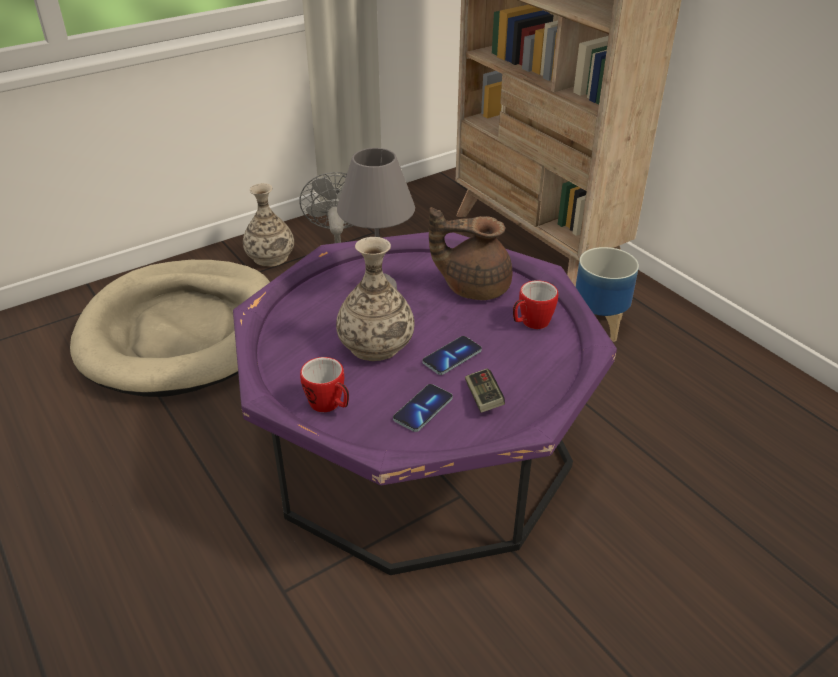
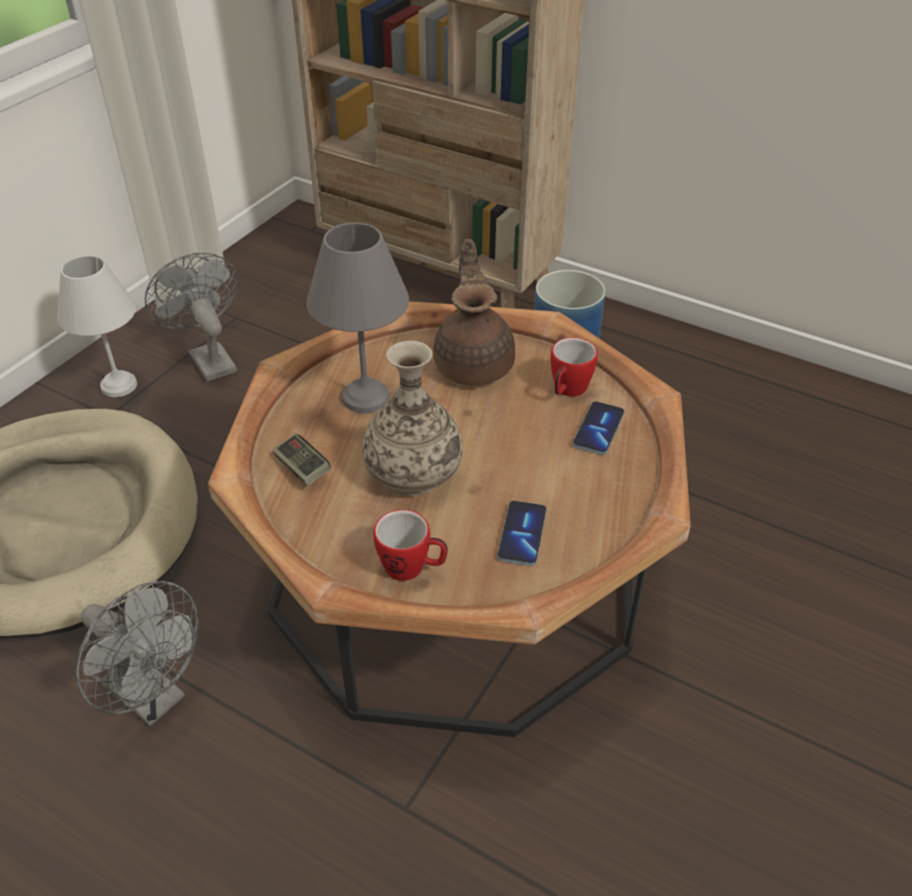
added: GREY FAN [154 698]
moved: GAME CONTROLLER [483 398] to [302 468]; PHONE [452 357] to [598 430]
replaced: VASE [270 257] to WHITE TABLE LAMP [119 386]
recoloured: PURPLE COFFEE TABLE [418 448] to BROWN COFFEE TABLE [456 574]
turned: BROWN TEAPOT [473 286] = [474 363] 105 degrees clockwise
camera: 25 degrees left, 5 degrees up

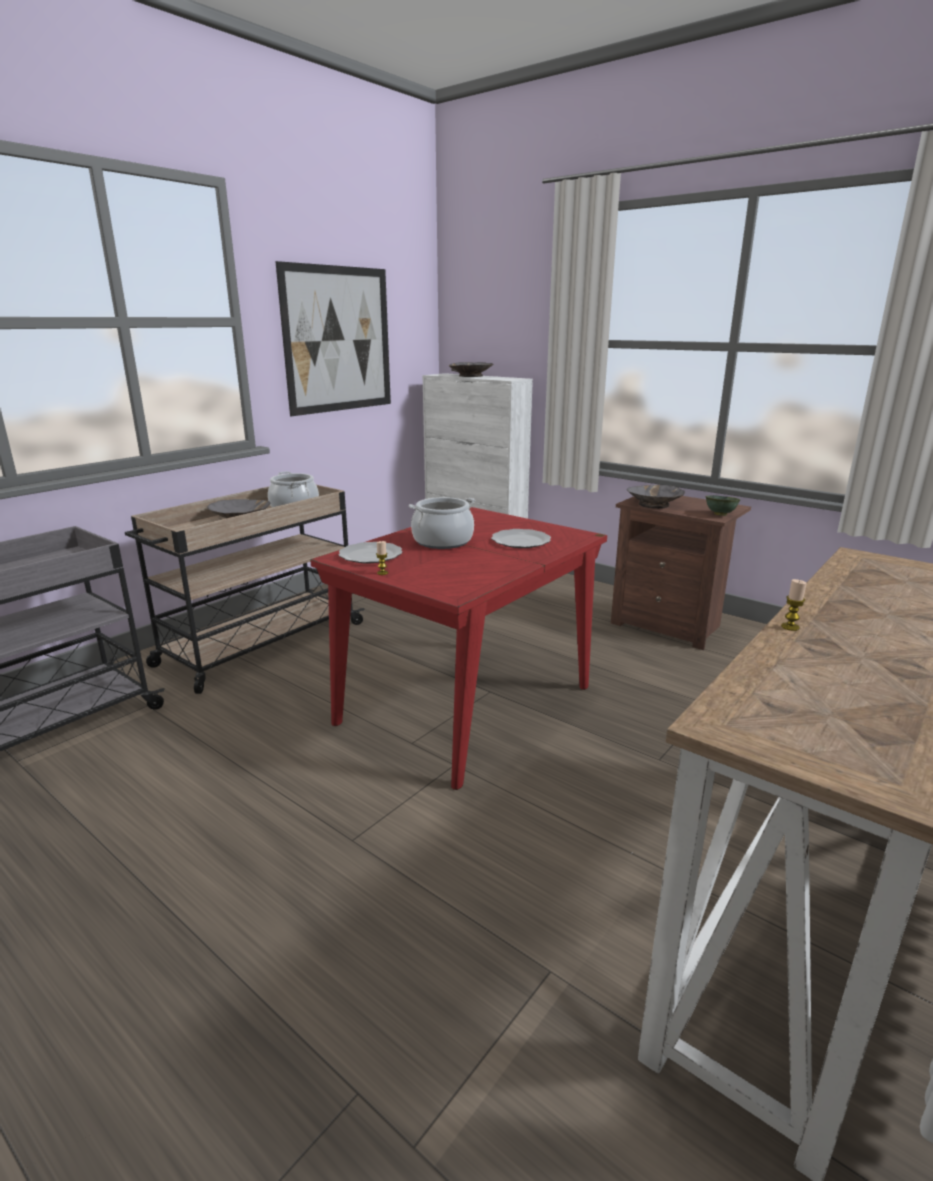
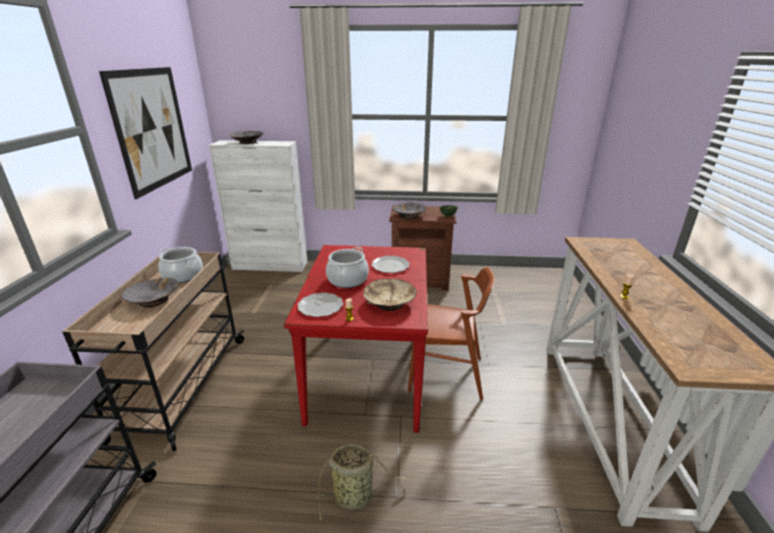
added: BASKET [356 496]; BEIGE BOWL [389 303]; BROWN CHAIR [446 374]
camera: 35 degrees left, 5 degrees up

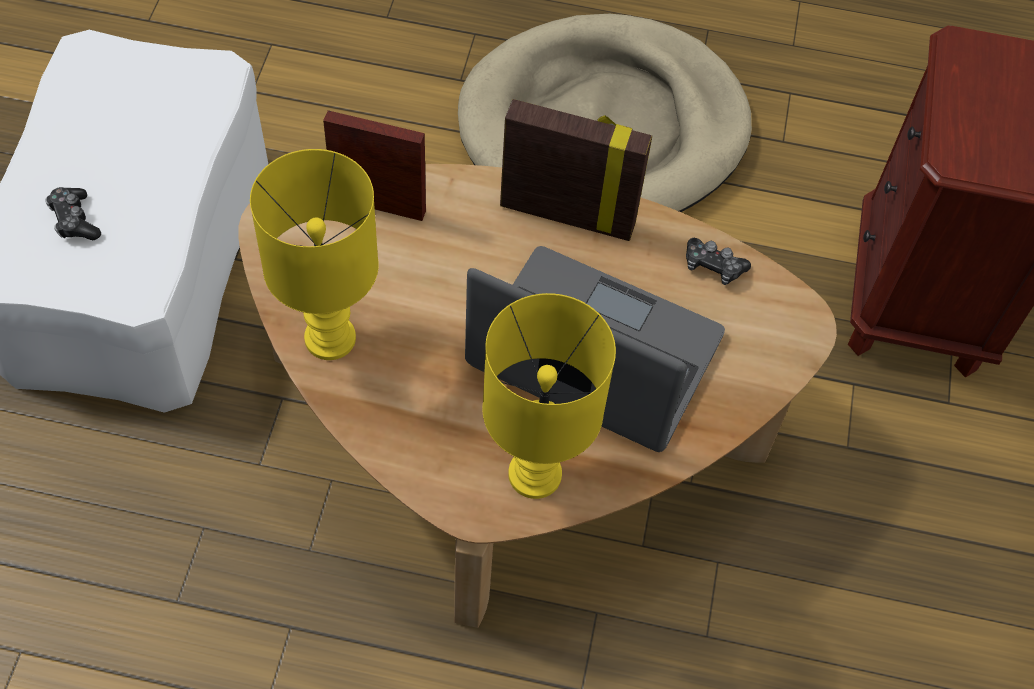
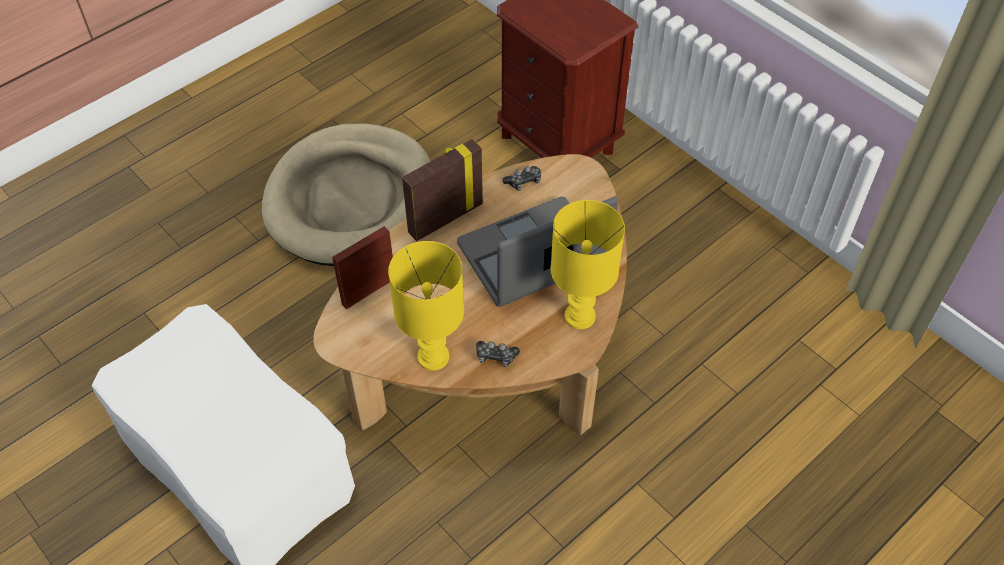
moved: GAME CONTROLLER [74 220] to [496 357]
camera: 50 degrees left, 5 degrees down

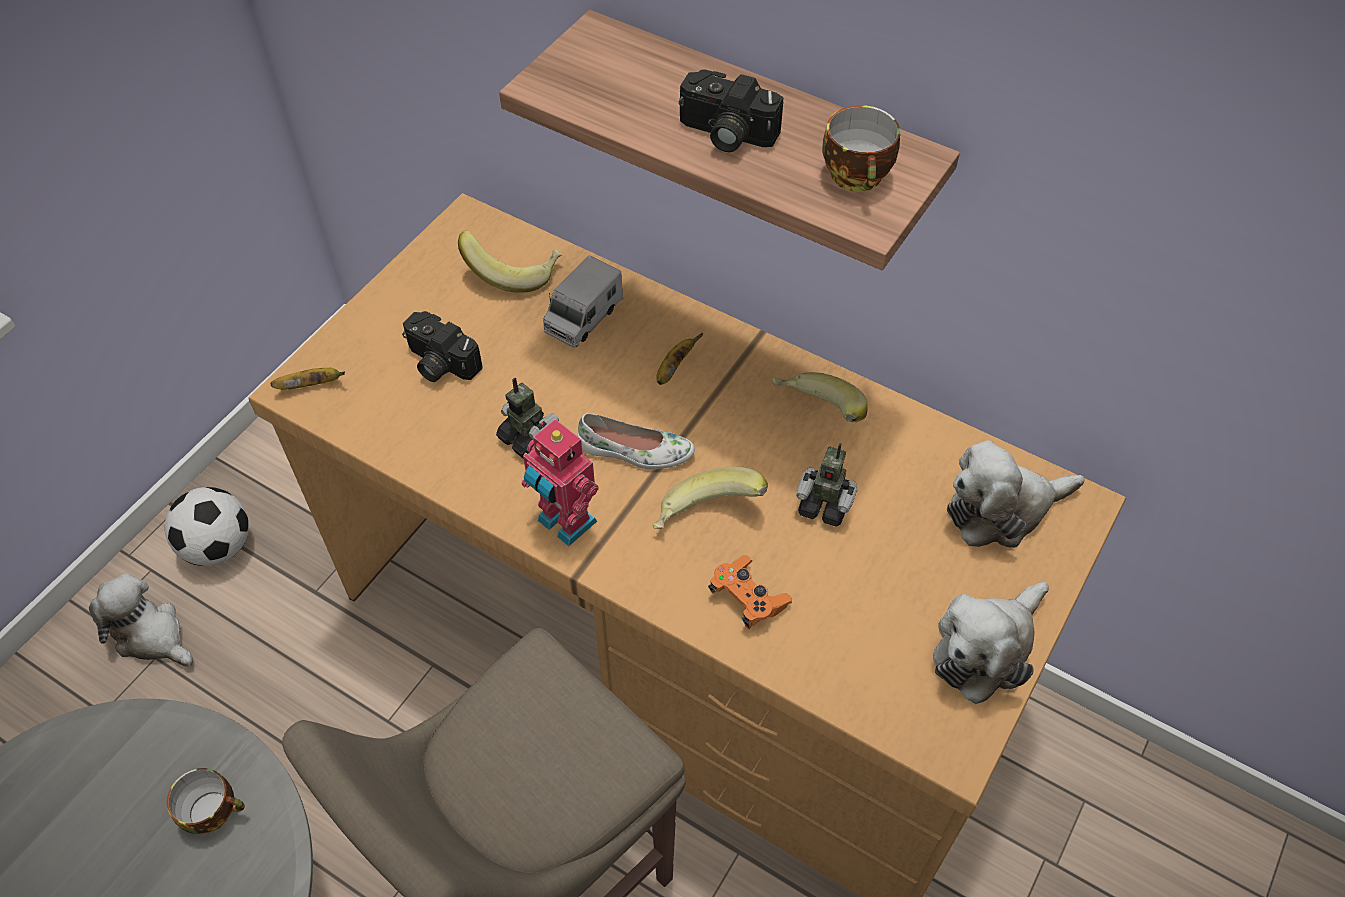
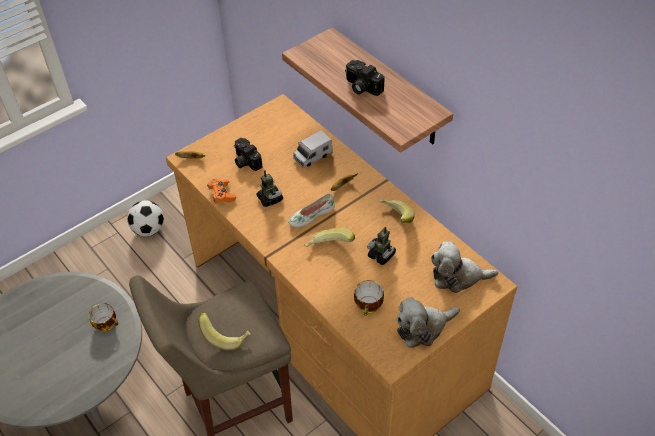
removed: PLUSH TOY [151 635]; TOY ROBOT [564 523]
moved: BANANA [514 272] to [226 336]; ORANGE GAME CONTROLLER [747 598] to [222 194]; CUP [859 177] to [369 306]
turned: WHITE SHOE [635 451] = [311 215] 120 degrees clockwise
camera: 20 degrees right, 5 degrees down

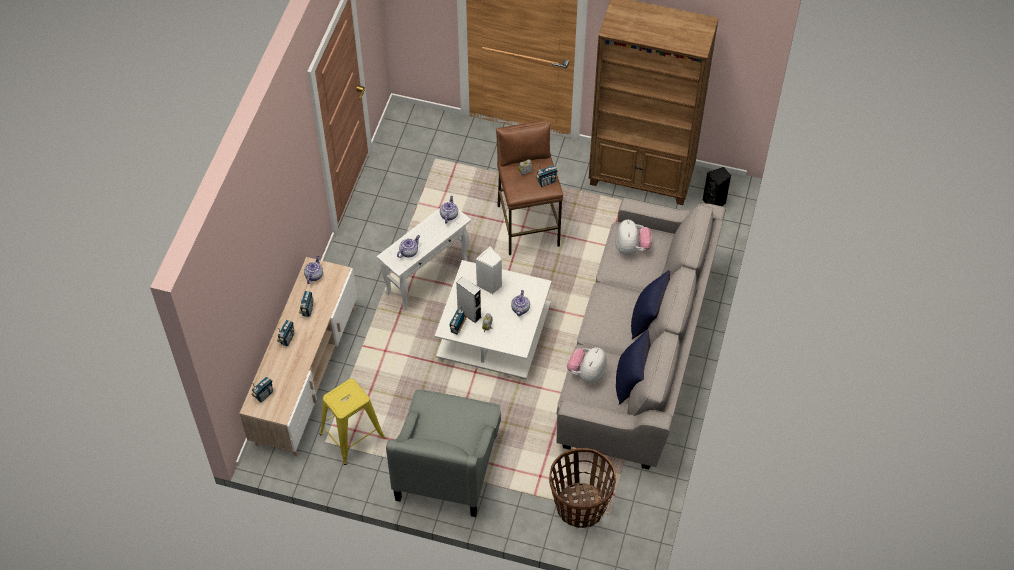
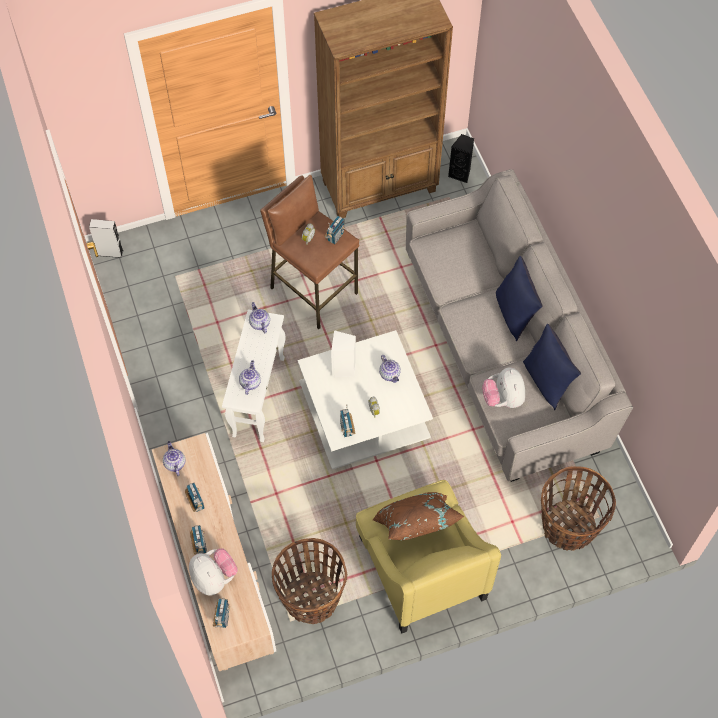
added: BROWN PILLOW [416 527]
moved: GREY SPEAKER [469 313] to [110 252]; PLUSH TOY [631 248] to [214 578]
replaced: YELLOW STOOL [352 436] to BASKET [311 597]
recoloured: GREY ARMCHAIR [447 465] to YELLOW ARMCHAIR [421 567]
camera: 35 degrees left, 5 degrees up

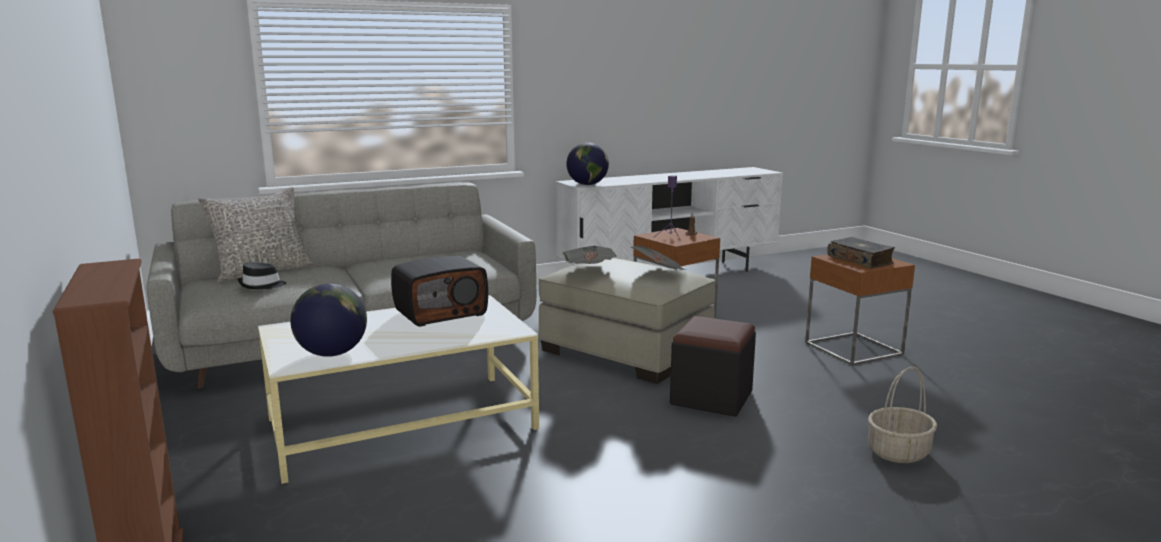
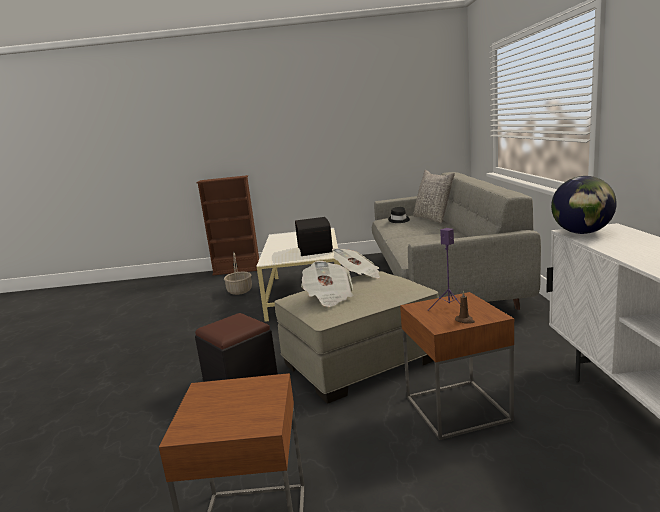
removed: GLOBE [332 353]; BOOK [860 260]
moved: BASKET [898 452] to [239 291]
camera: 115 degrees right, 0 degrees up

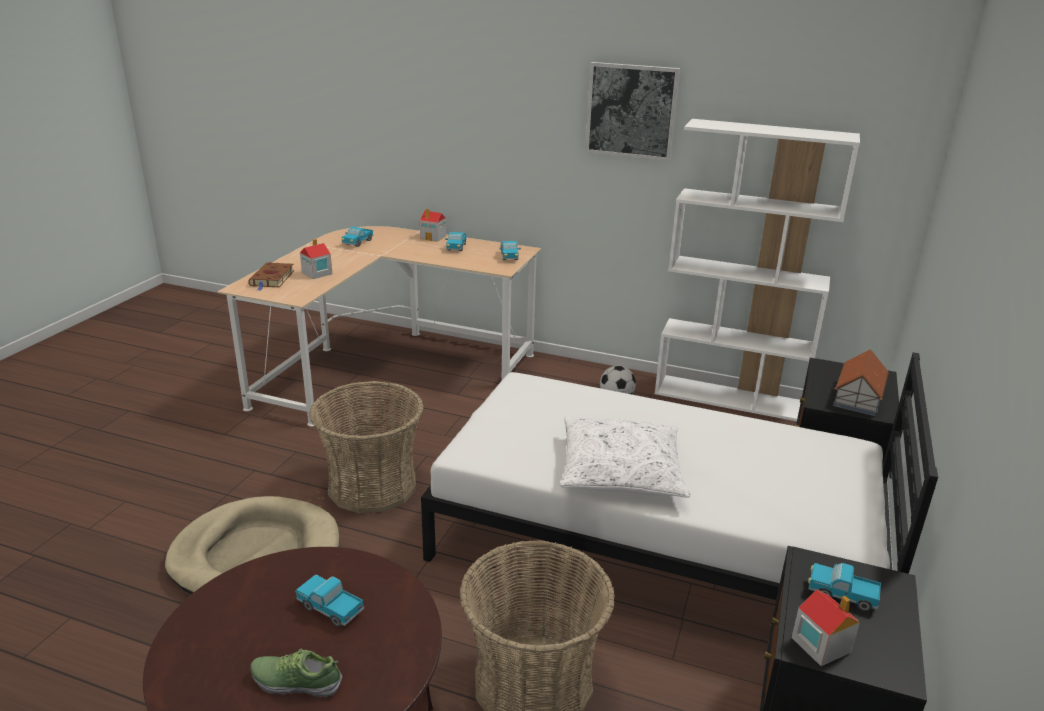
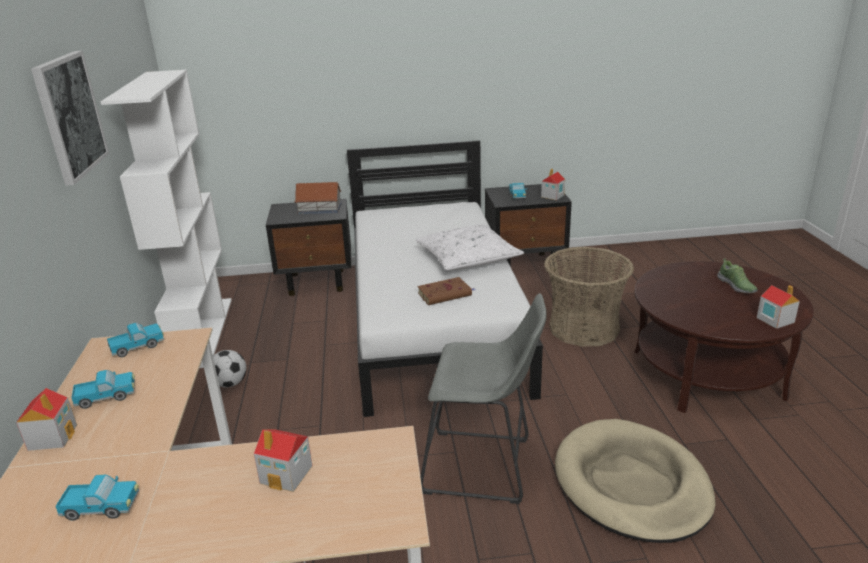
removed: TOY TRUCK [330 609]
added: TOY HOUSE [774 319]
moved: BROWN BOOK [272 279] to [446 294]
replaced: BASKET [372 486] to GREY STOOL [484 467]
camera: 115 degrees left, 0 degrees up

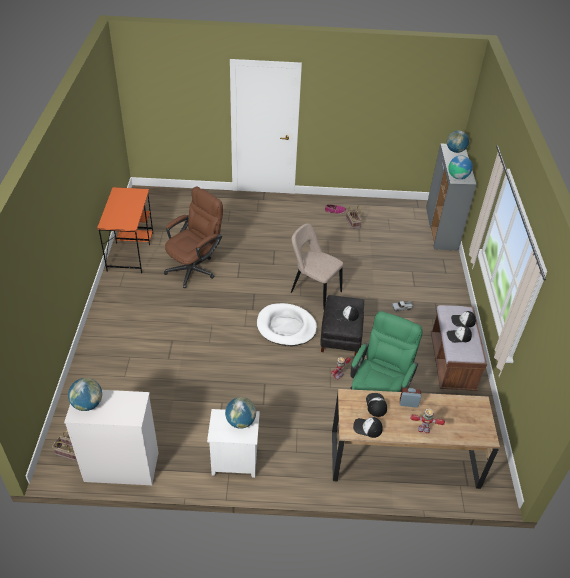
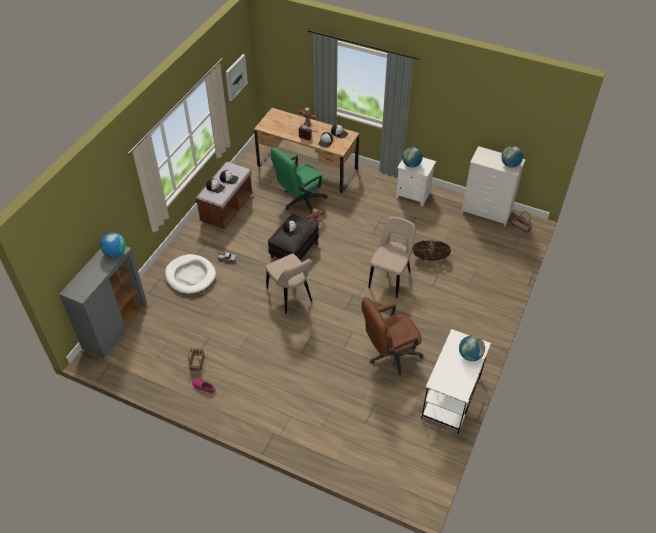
added: PICTURE [235 77]; BEIGE CHAIR [390 278]; BASKET [430 258]
moved: WHITE DOG BED [286 327] to [190 276]; GLOBE [455 151] to [470 355]
recoloured: ORANGE DESK [130 251] to WHITE DESK [451 399]
camera: 155 degrees left, 5 degrees up

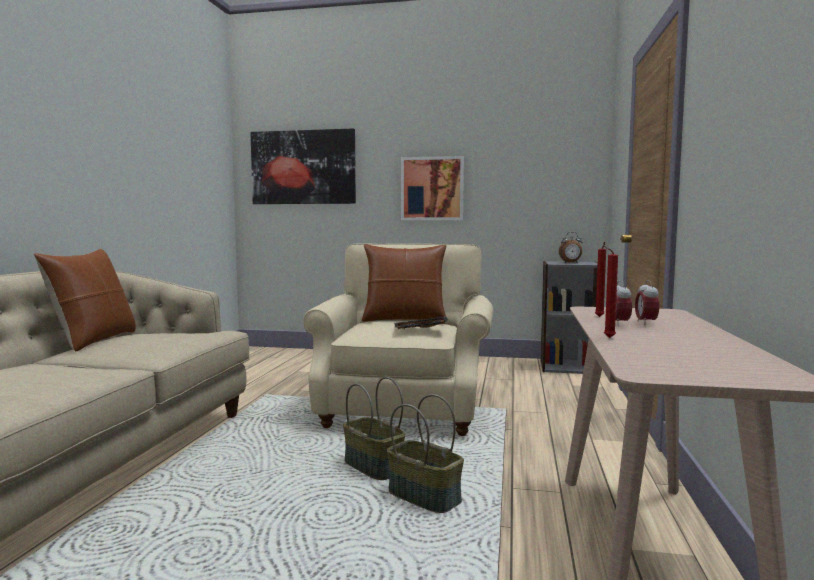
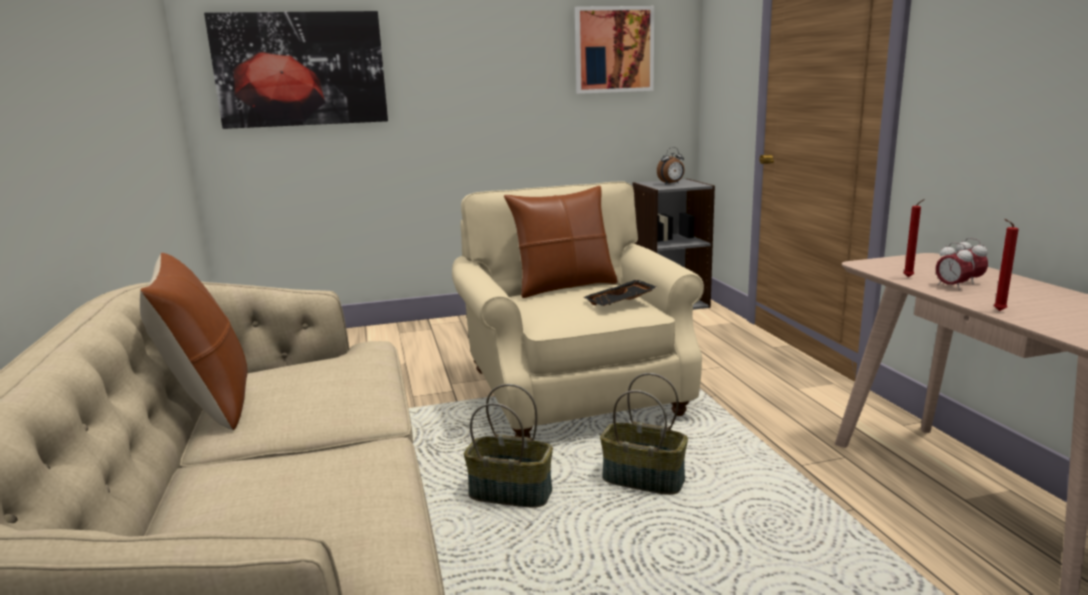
moved: BASKET [425 496] to [511 492]; PICTURE [432 188] to [614 50]
camera: 25 degrees left, 10 degrees up

